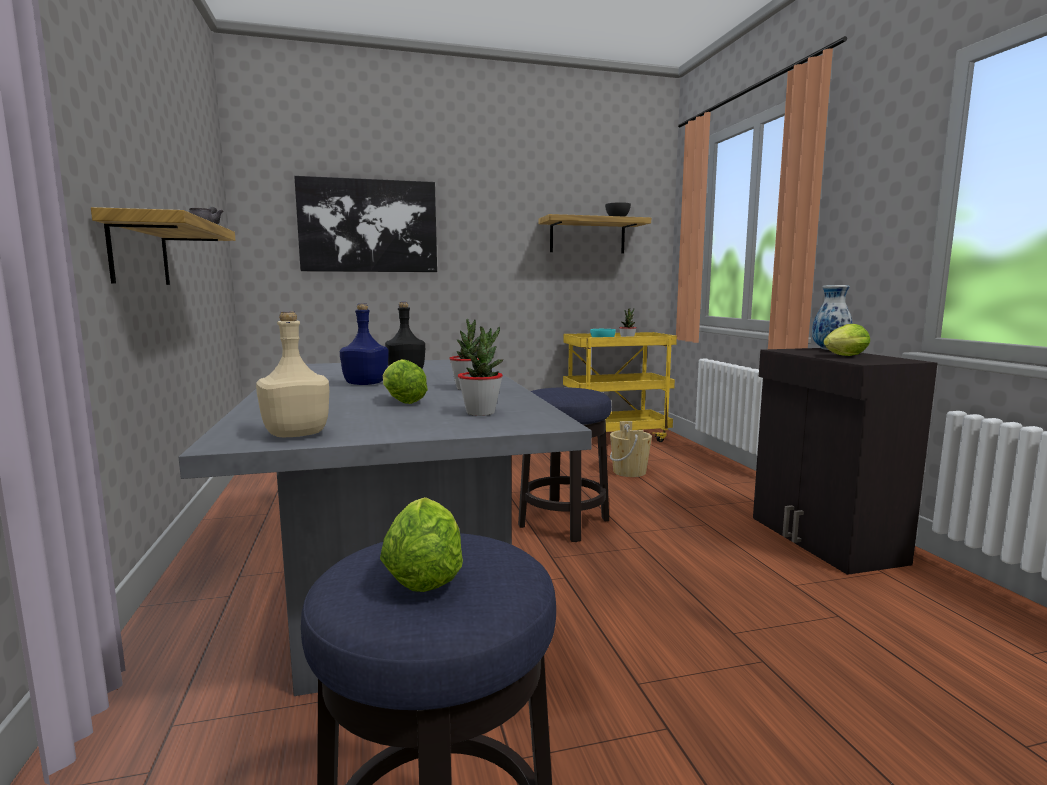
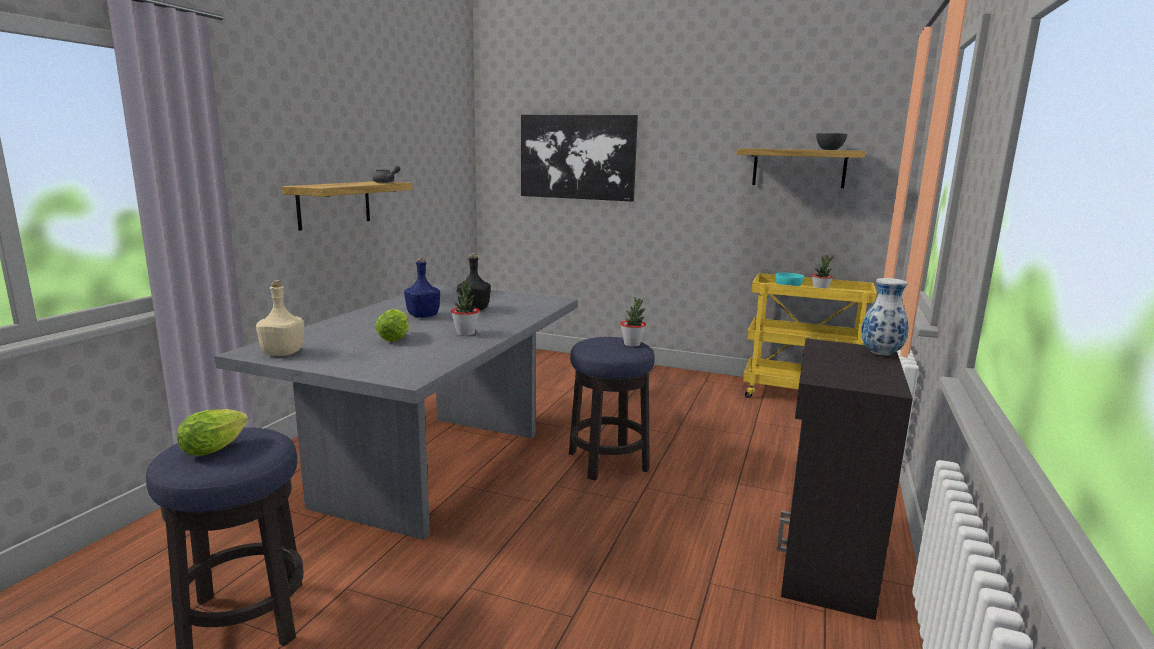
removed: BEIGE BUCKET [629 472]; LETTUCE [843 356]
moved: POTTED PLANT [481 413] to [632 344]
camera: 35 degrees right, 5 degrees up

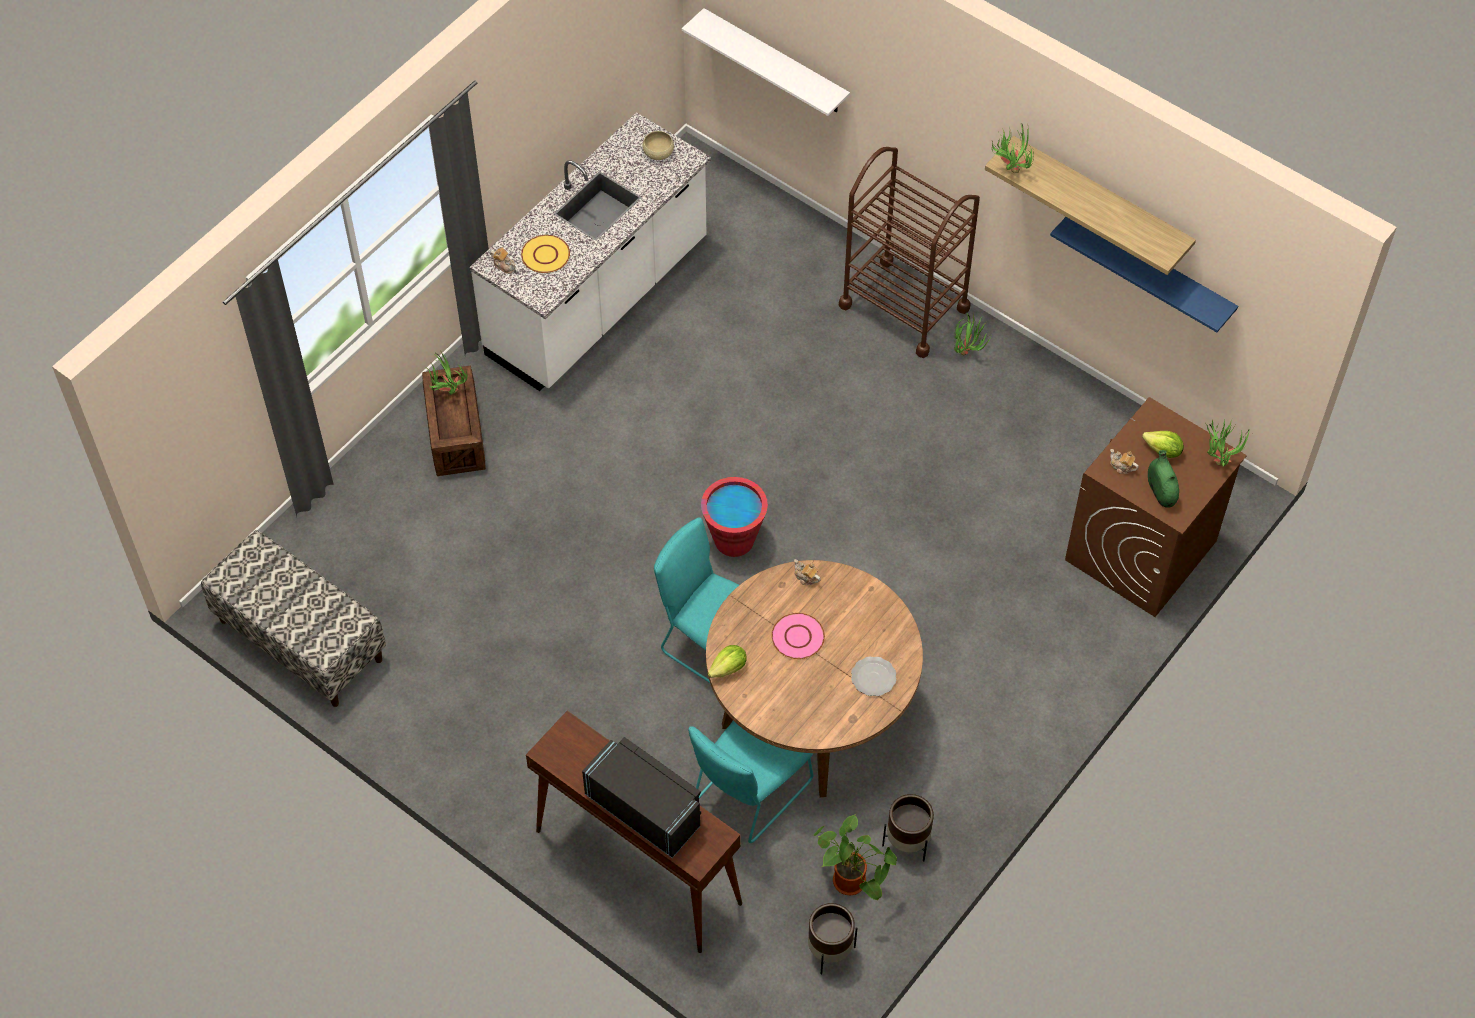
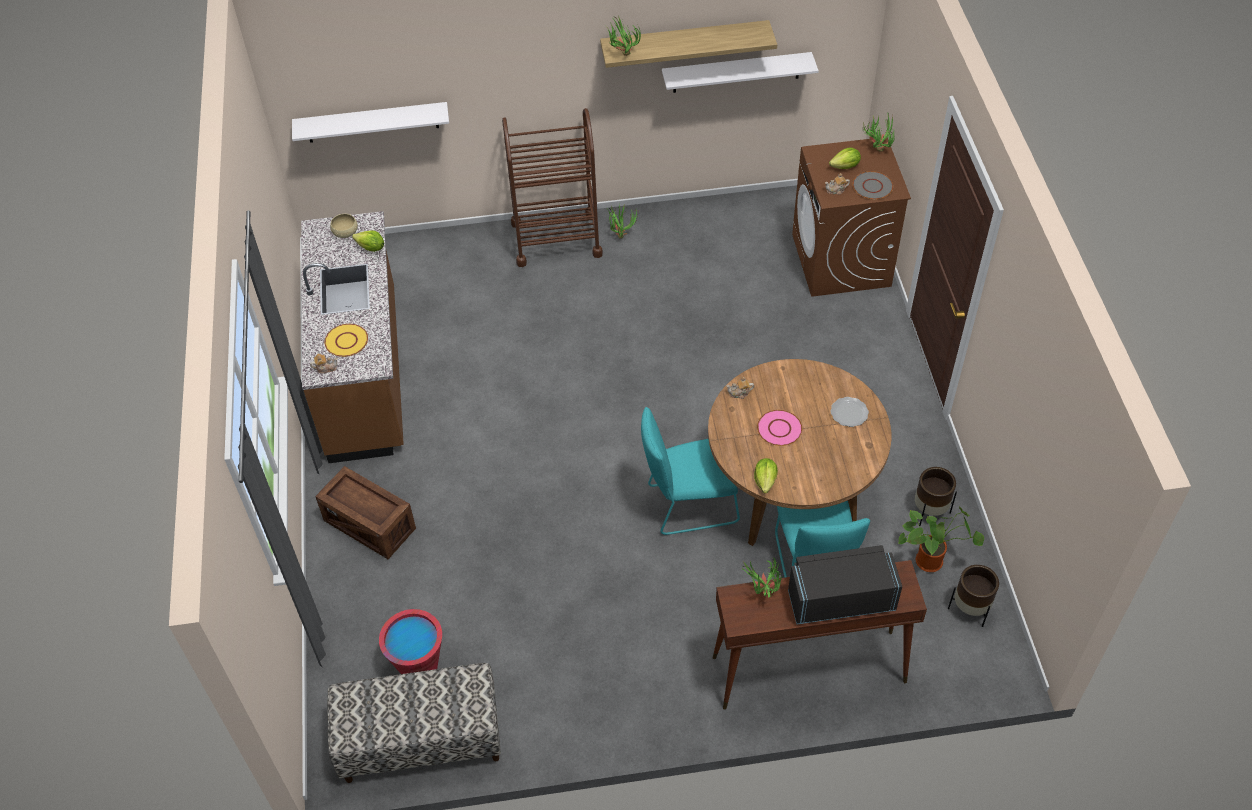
added: LETTUCE [371 248]
moved: RED BUCKET [734 540] to [419 666]; POTTED PLANT [447 392] to [762 594]
replaced: GREEN VASE [1161 491] to GREY PLATE [872 186]
recoloured: WHITE COUNTER [598 300] to BROWN COUNTER [365 374]; BLUE SHELF [1151 269] to WHITE SHELF [736 72]
camera: 45 degrees left, 5 degrees down

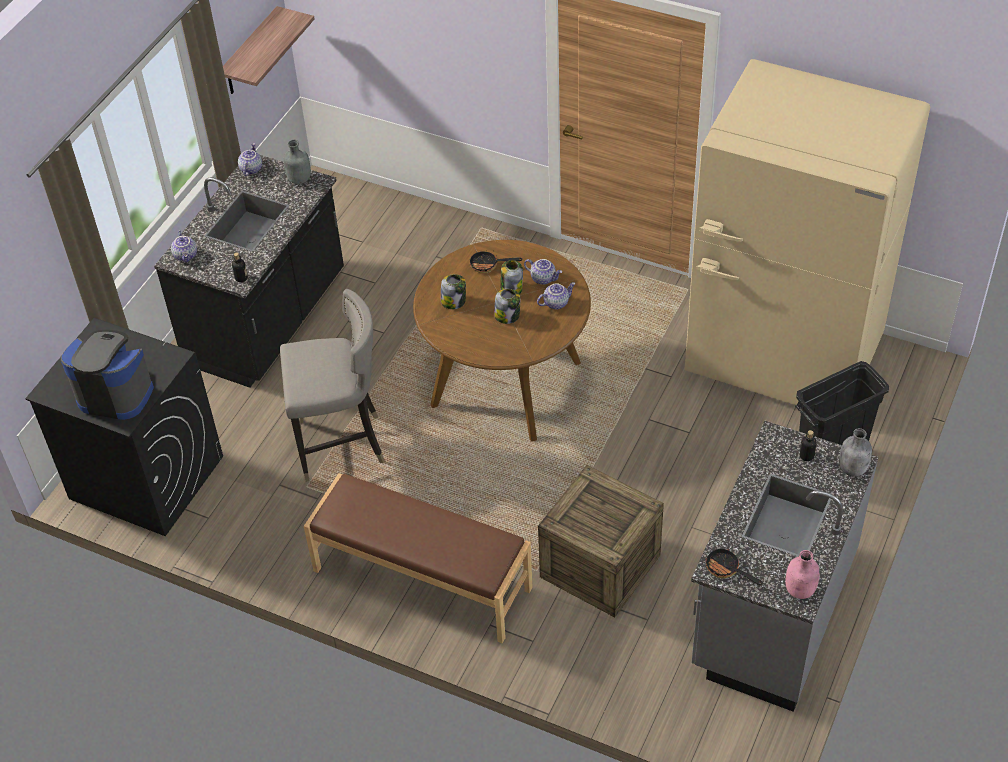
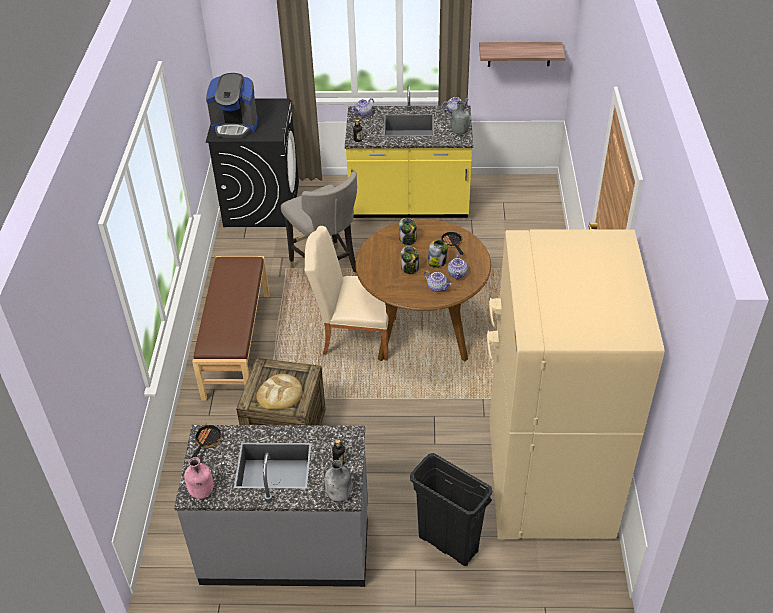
added: BREAD [280 394]; BEIGE CHAIR [354 335]
recoloured: BLACK COUNTER [268 321] to YELLOW COUNTER [409 205]
turned: COFFEE MACHINE [115 394] = [235 126] 105 degrees clockwise
camera: 65 degrees right, 5 degrees down

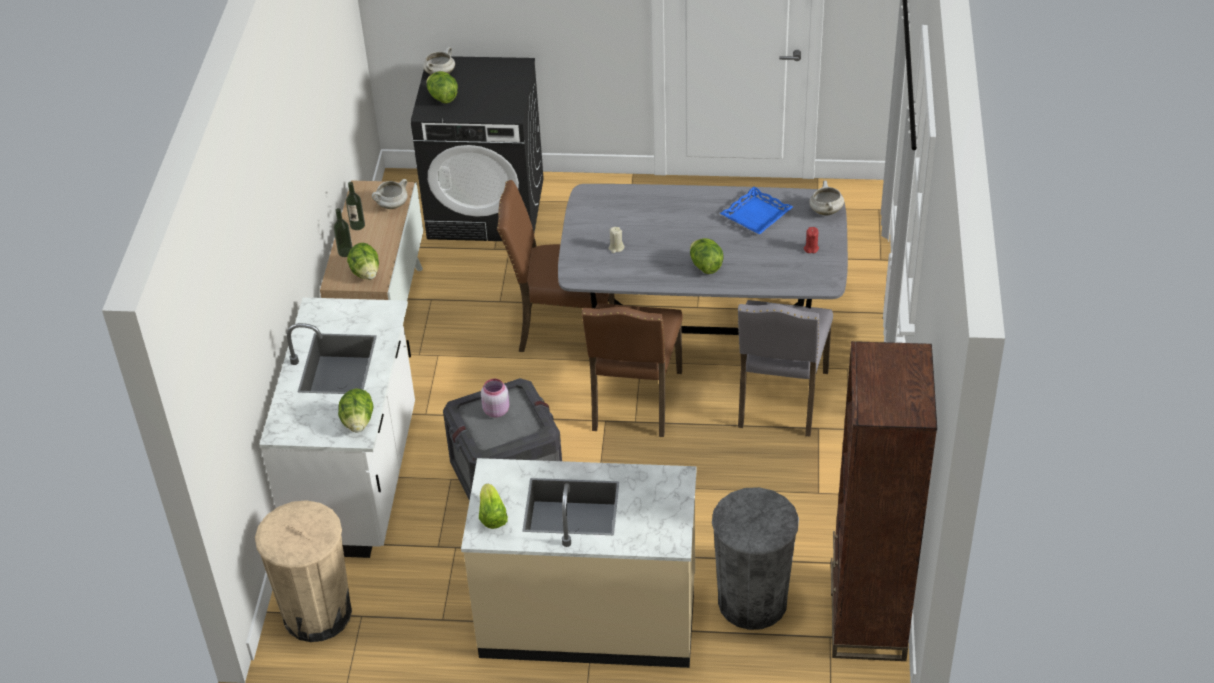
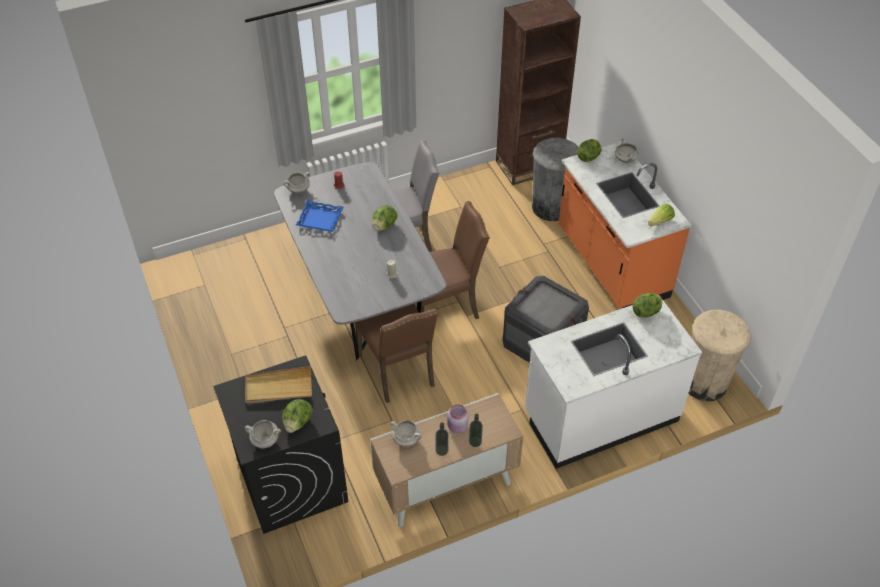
added: BEIGE TRAY [278 387]; WHITE COOKING POT [625 160]
moved: PINK JAR [496 410] to [457 427]; LETTUCE [366 273] to [588 157]
recoloured: BEIGE COUNTER [588 618] to ORANGE COUNTER [611 264]
camera: 120 degrees left, 5 degrees up

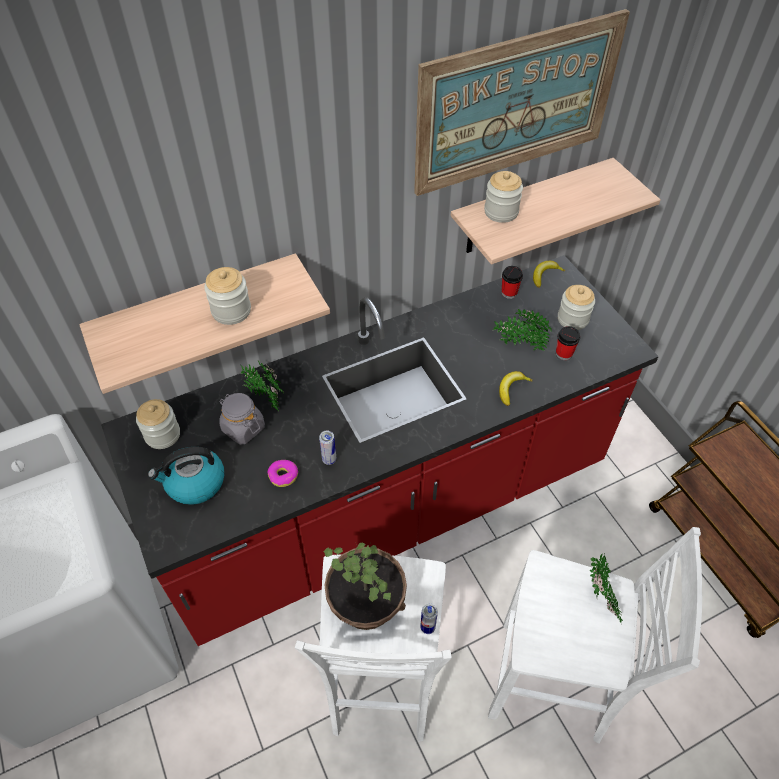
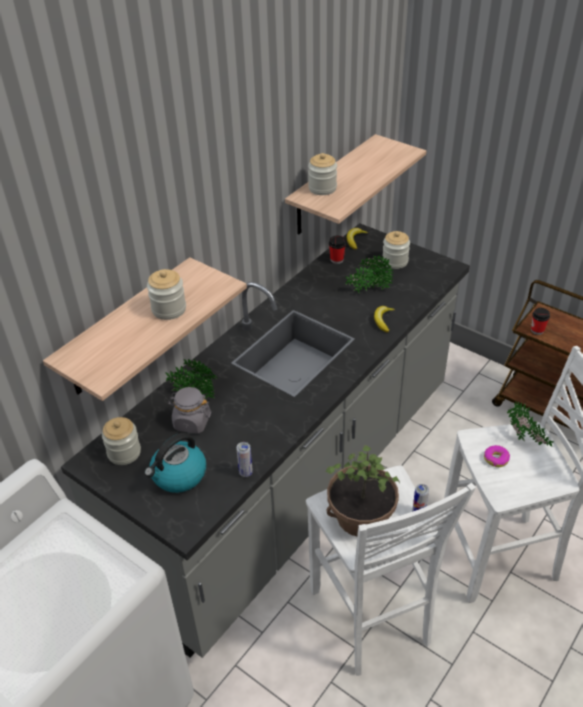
removed: PICTURE [516 103]
moved: CAN [329 459] to [245 472]; DONUT [283 475] to [496 459]; CUP [564 353] to [537 330]
recoloured: RED COUNTER [389 506] to GREY COUNTER [295 484]
camera: 25 degrees left, 10 degrees down

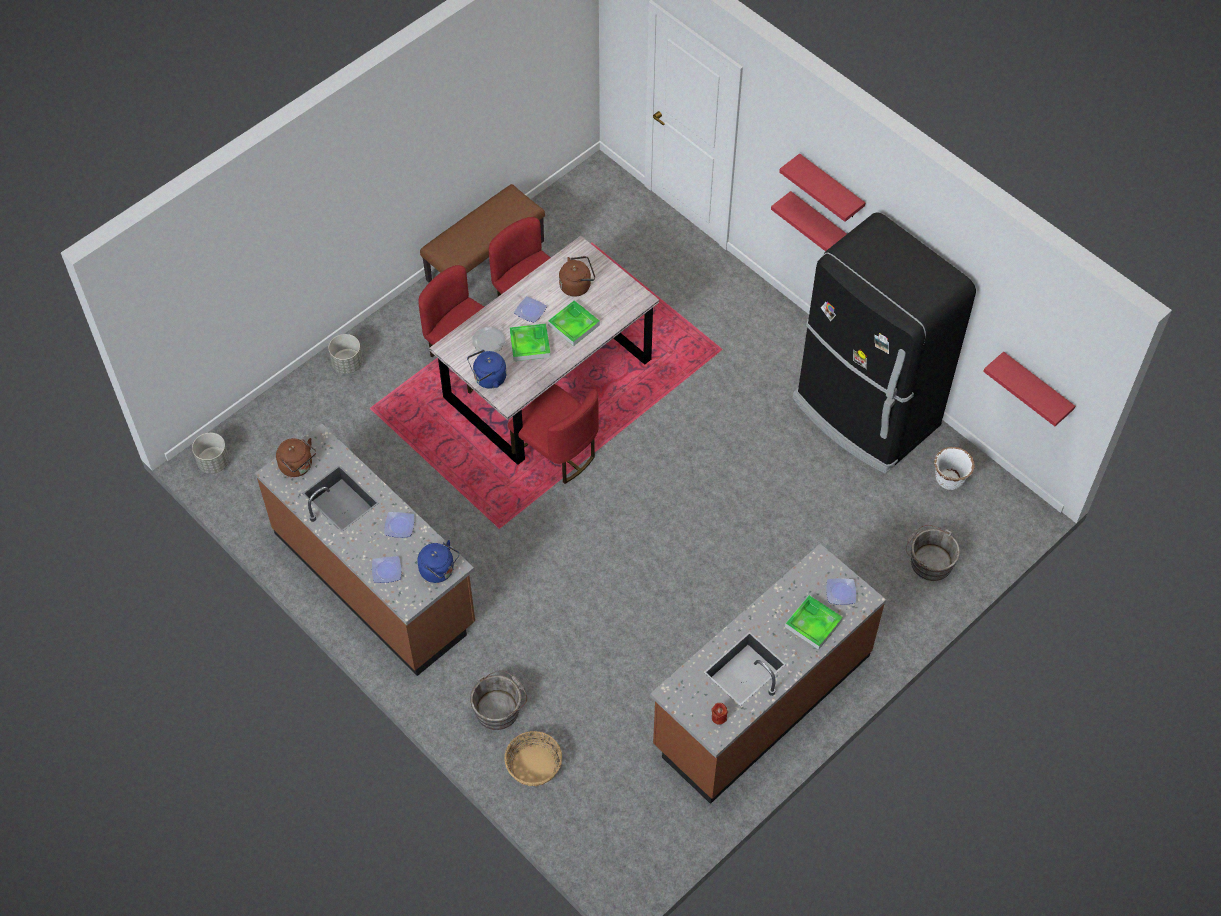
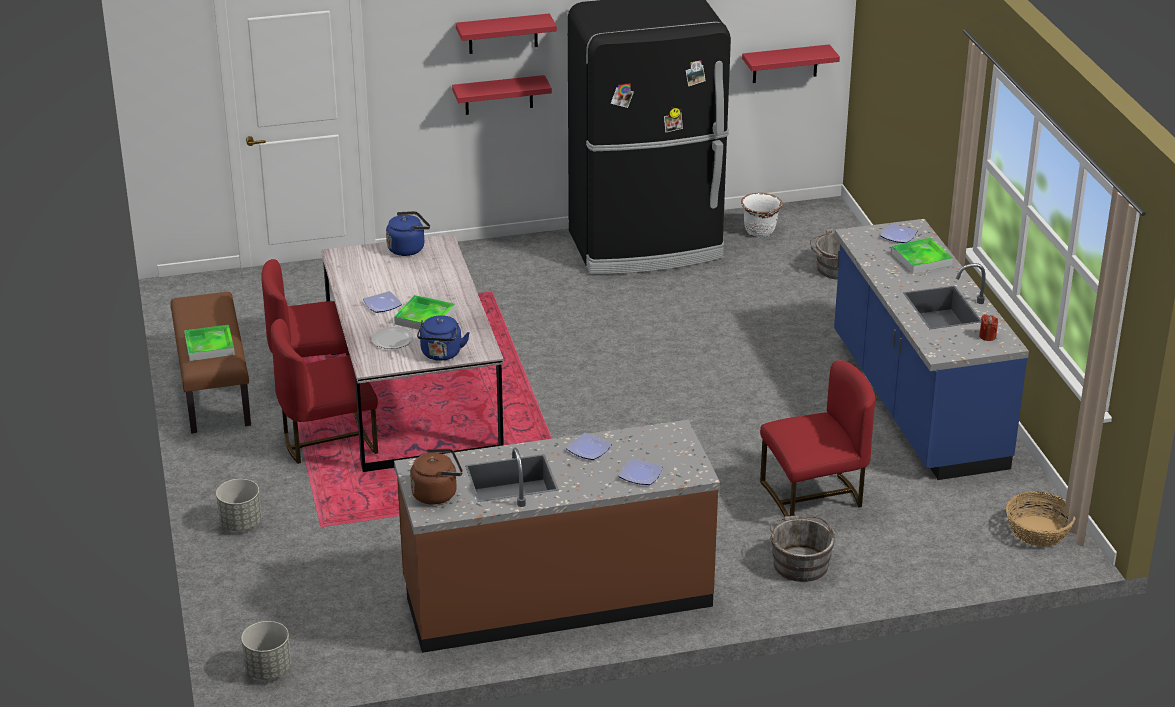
removed: BROWN KETTLE [577 285]
moved: TRAY [573 325] to [209 346]; BLUE KETTLE [439 571] to [408 248]; RED CHAIR [556 453] to [813 498]; BASKET [533 765] to [1037 531]
recoloured: BROWN COUNTER [761 700] to BLUE COUNTER [915 403]
camera: 60 degrees left, 25 degrees down

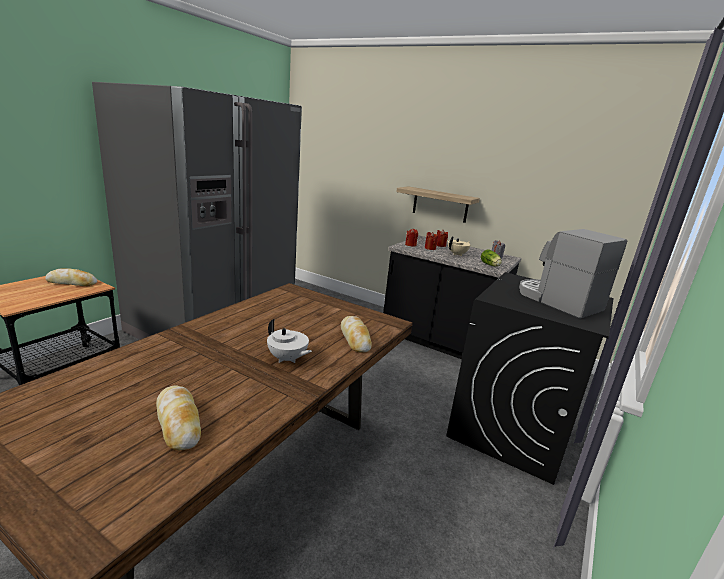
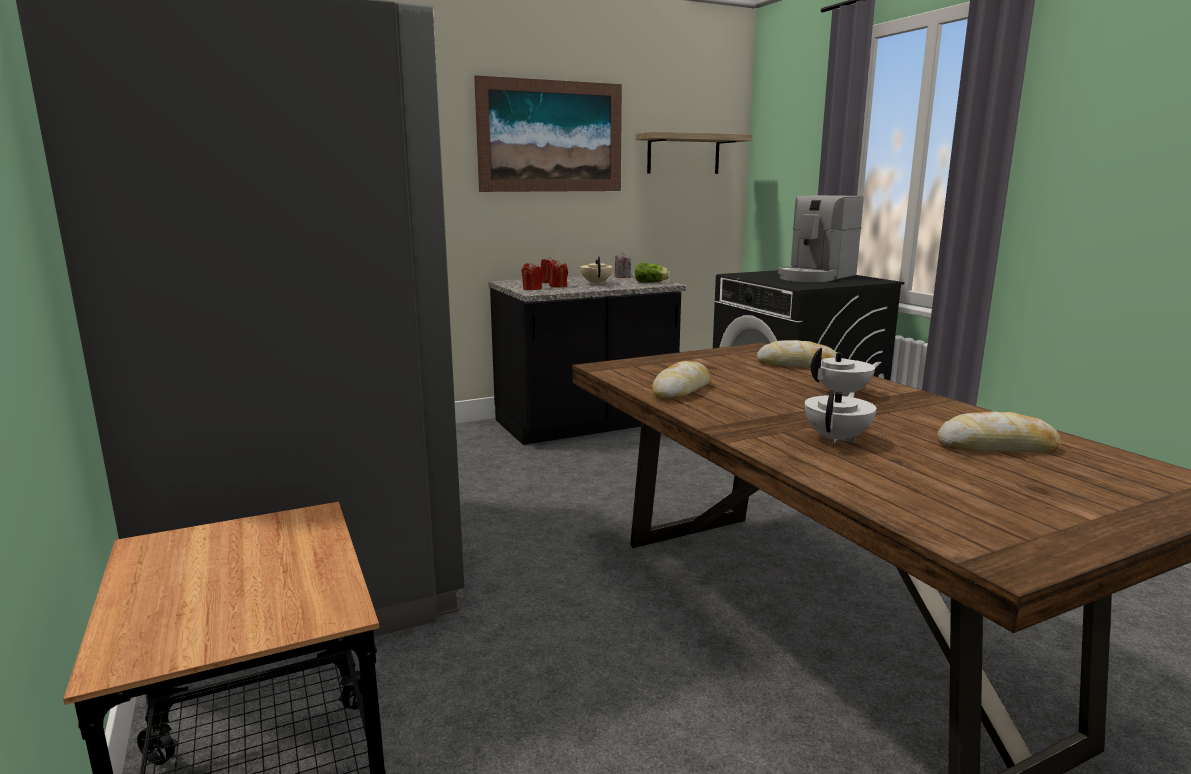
added: PICTURE [551 136]; WHITE TEAPOT [838 438]
moved: SHELF [440 204] to [683 154]; BREAD [72 283] to [682 390]
turned: COFFEE MACHINE [557 301] = [815 277] 45 degrees counterclockwise
camera: 55 degrees left, 5 degrees down

